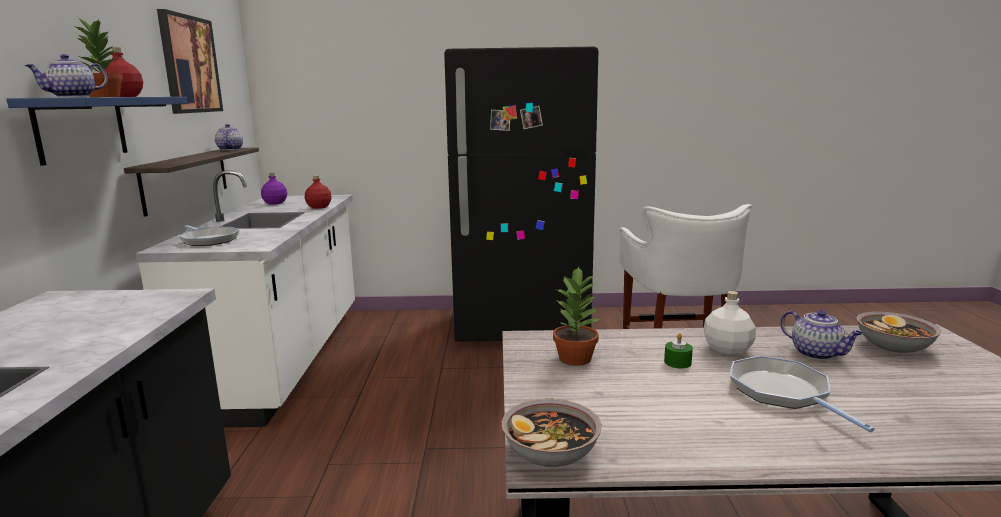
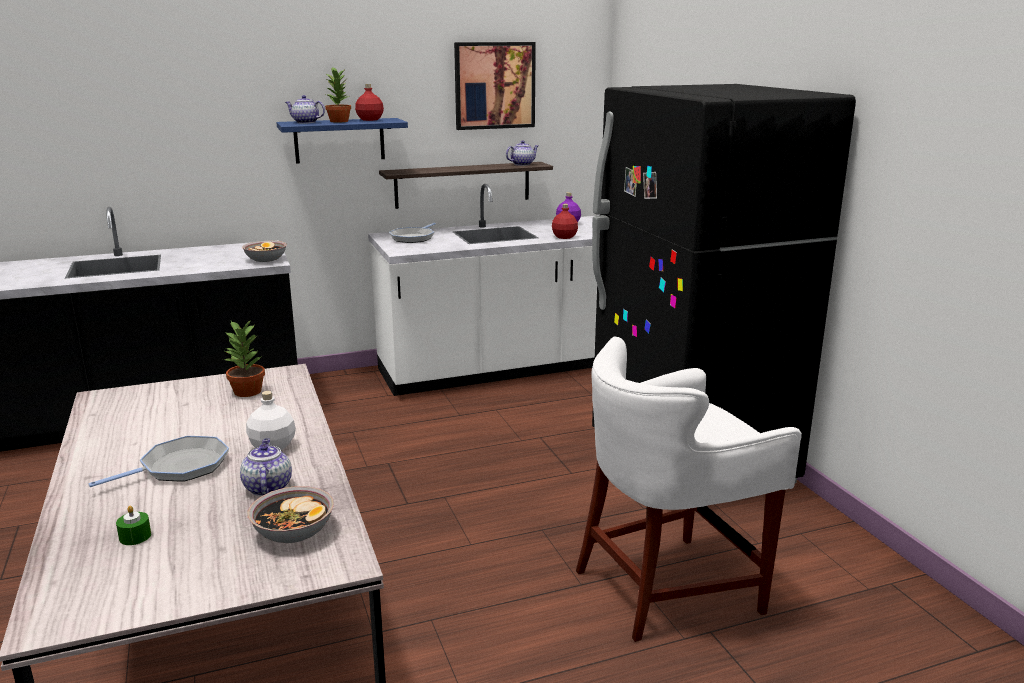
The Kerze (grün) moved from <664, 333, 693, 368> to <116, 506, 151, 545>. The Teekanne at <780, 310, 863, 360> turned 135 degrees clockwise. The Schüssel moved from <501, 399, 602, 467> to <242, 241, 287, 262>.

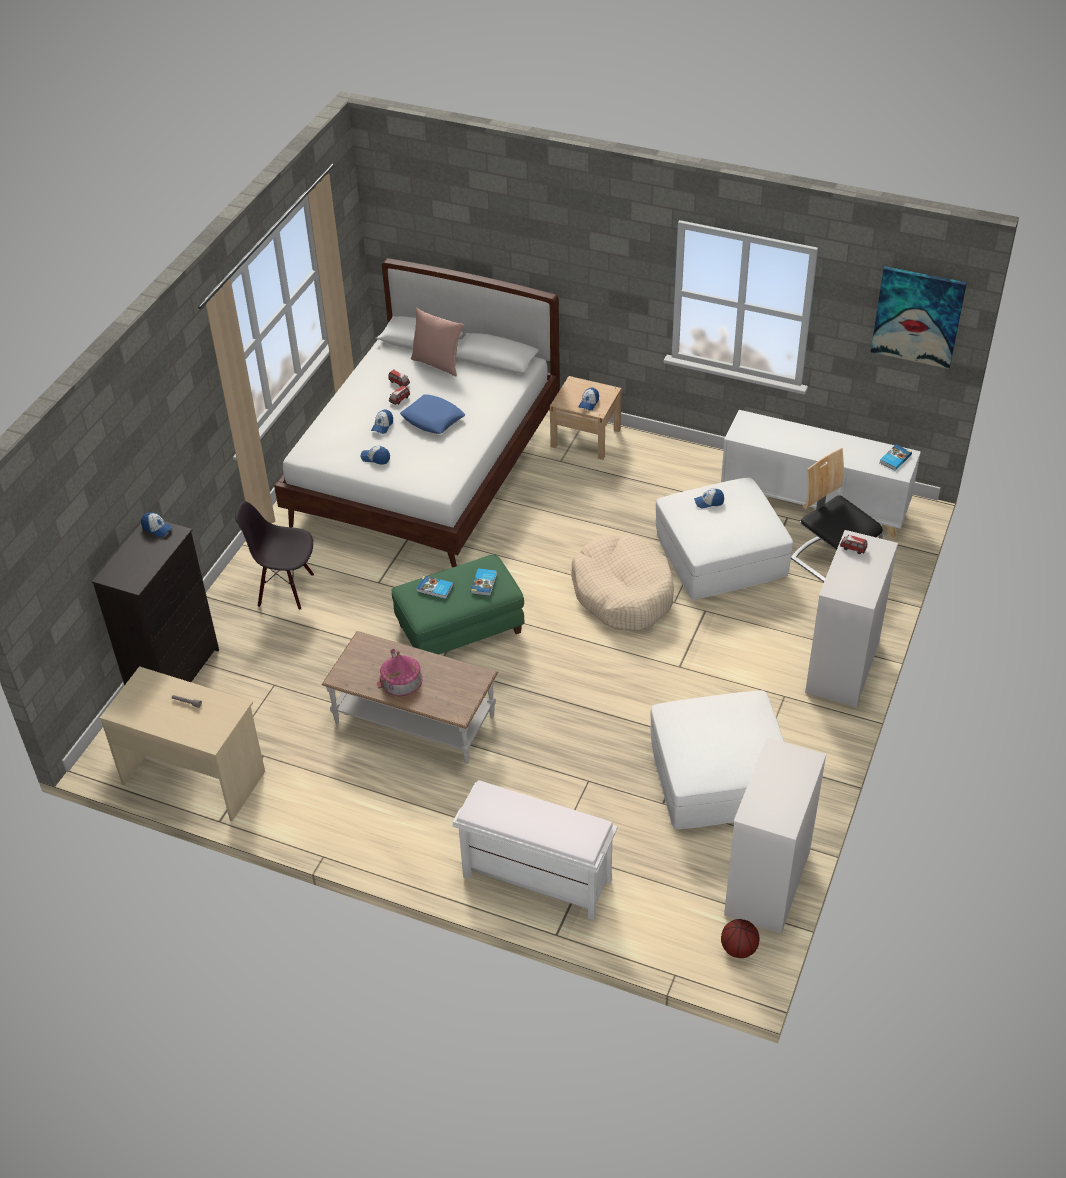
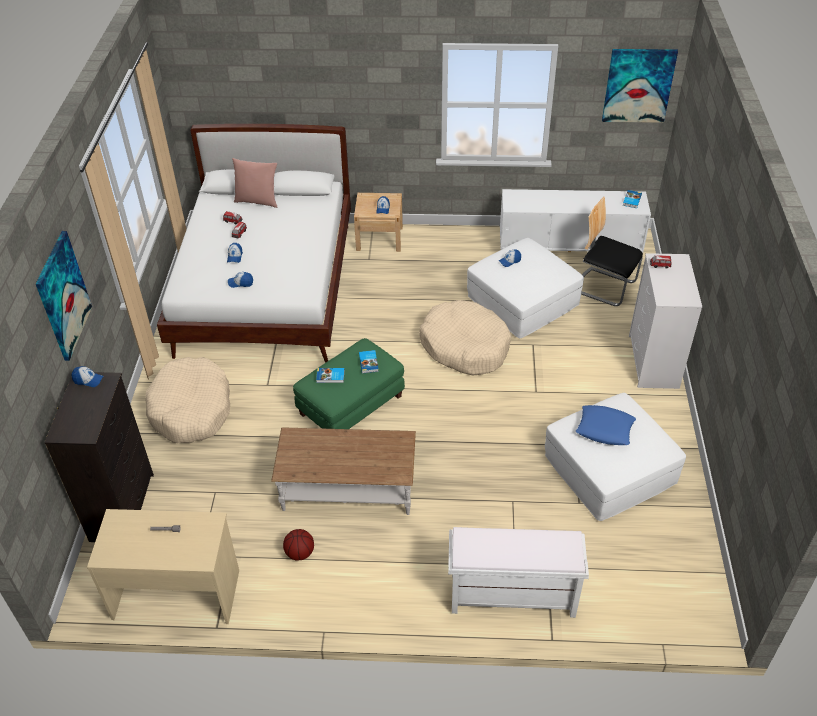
The Bild at <36, 231, 92, 361> appeared. The Stuhl (schwarz) at <235, 501, 314, 610> was replaced by the Hundebett (beige) at <145, 357, 230, 443>. The Basketball moved from <721, 919, 760, 958> to <283, 529, 314, 561>. The Kissen (blau) moved from <400, 394, 466, 434> to <576, 405, 636, 445>. The Spielzeughaus at <377, 649, 423, 696> disappeared. The Kommode (weiß) at <724, 737, 826, 934> disappeared.

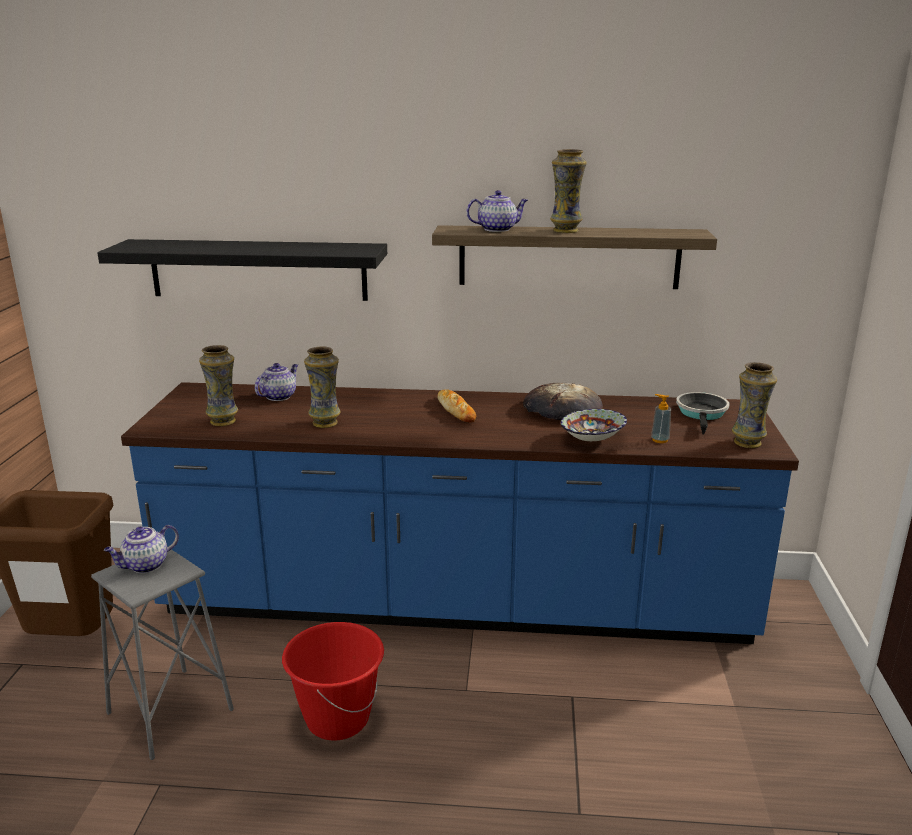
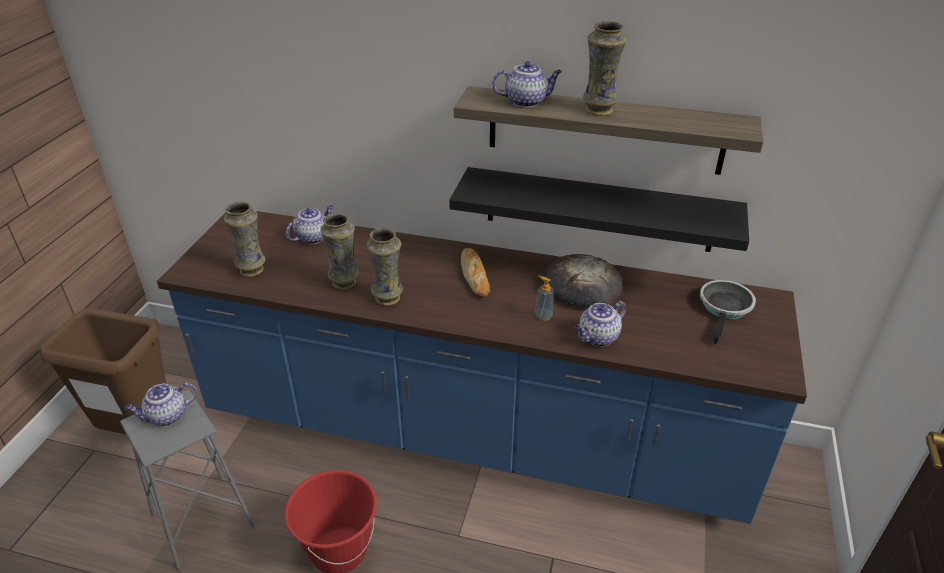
The Vase moved from <732, 362, 777, 448> to <366, 228, 403, 306>. The Wandregal (schwarz) moved from <97, 239, 387, 301> to <449, 167, 749, 252>. The Seifenspender moved from <651, 394, 671, 443> to <535, 276, 554, 321>. The Schüssel at <561, 409, 627, 441> was replaced by the Teekanne at <575, 301, 626, 346>.

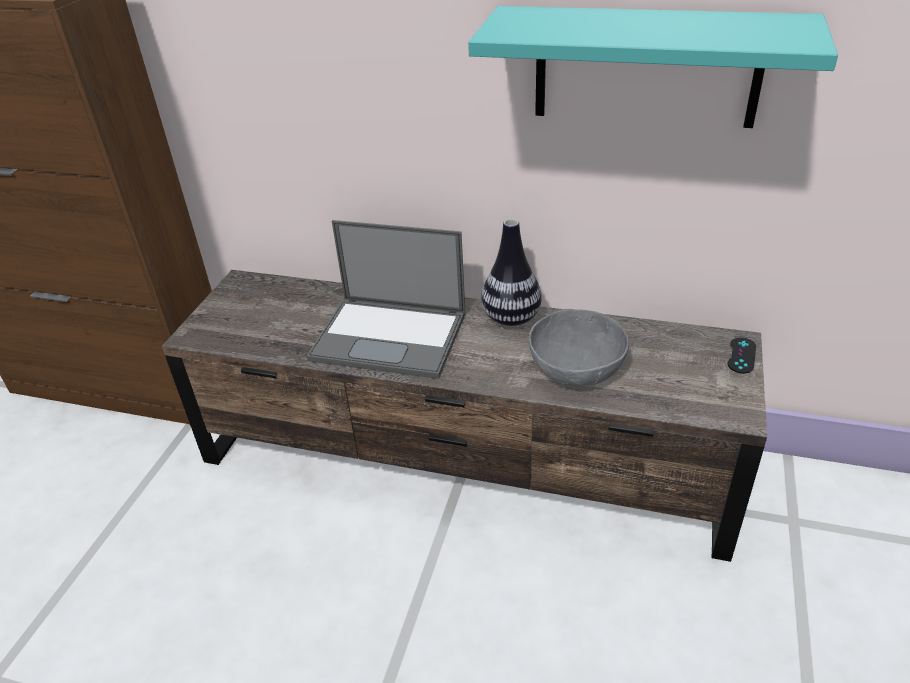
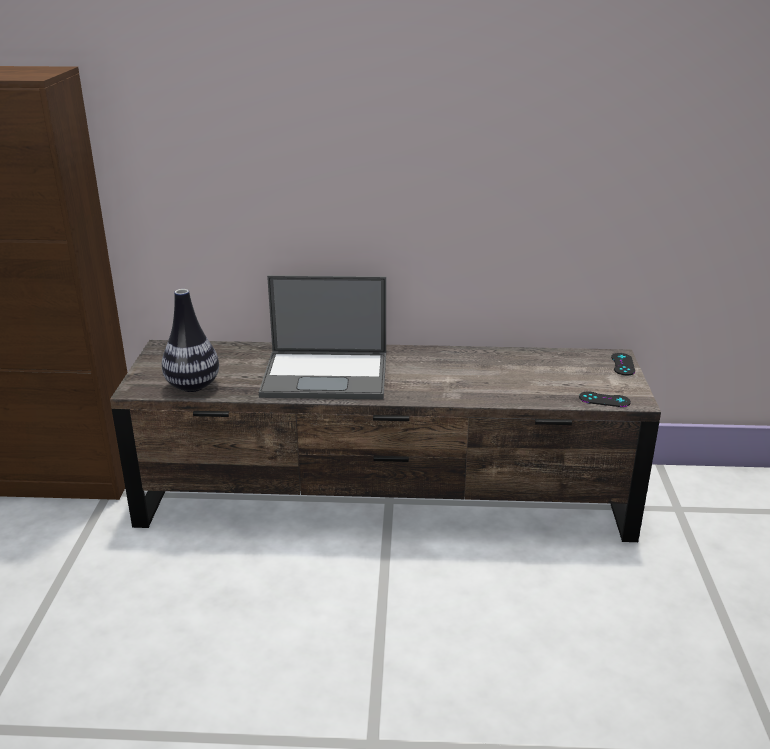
The Vase moved from <481, 219, 542, 326> to <162, 289, 219, 392>. The Gamepad (schwarz) at <579, 391, 631, 407> appeared. The Wandregal (türkis) at <468, 6, 838, 128> disappeared. The Schüssel (grau) at <529, 309, 629, 386> disappeared.

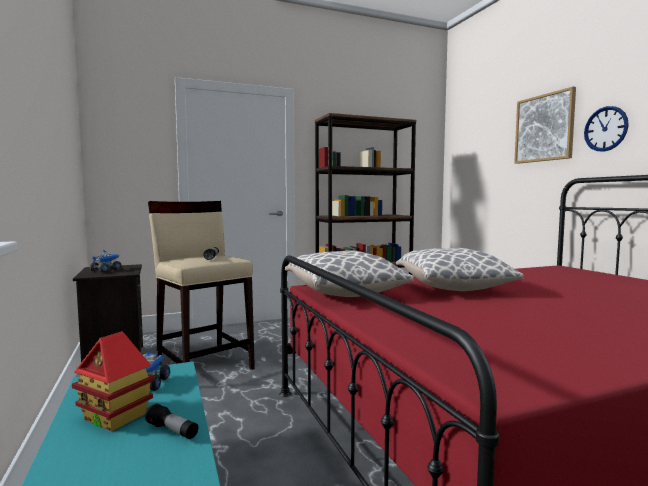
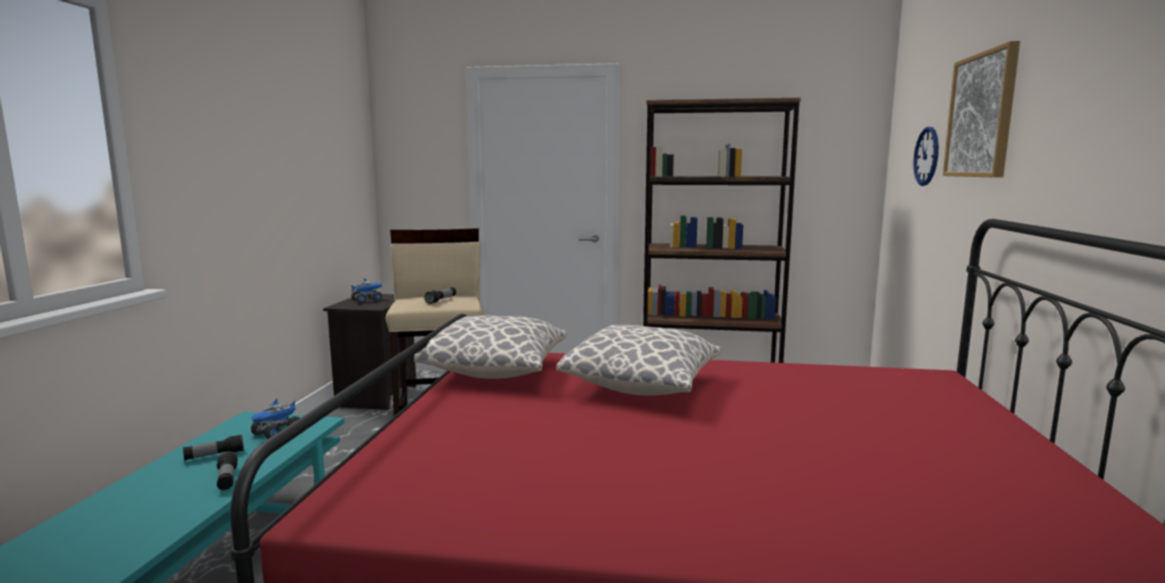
The Spielzeughaus at <72, 331, 155, 431> was replaced by the Taschenlampe at <183, 434, 244, 460>. The Wanduhr moved from <584, 106, 629, 152> to <913, 127, 939, 186>.

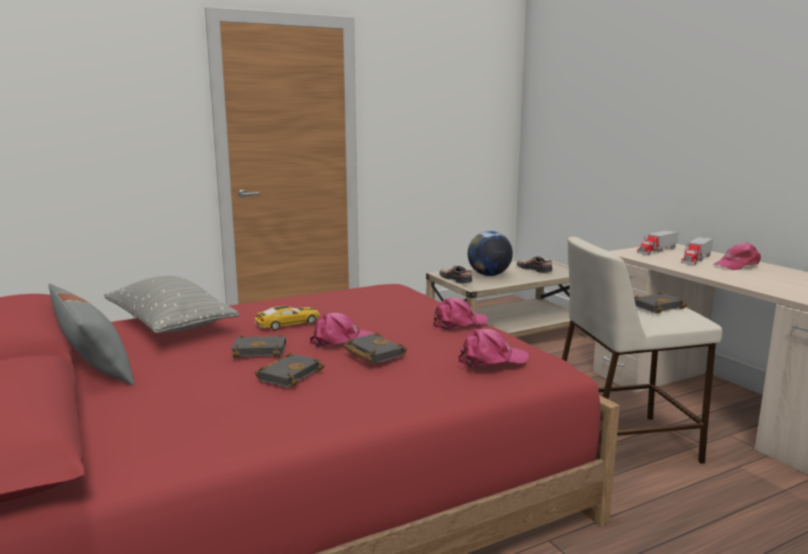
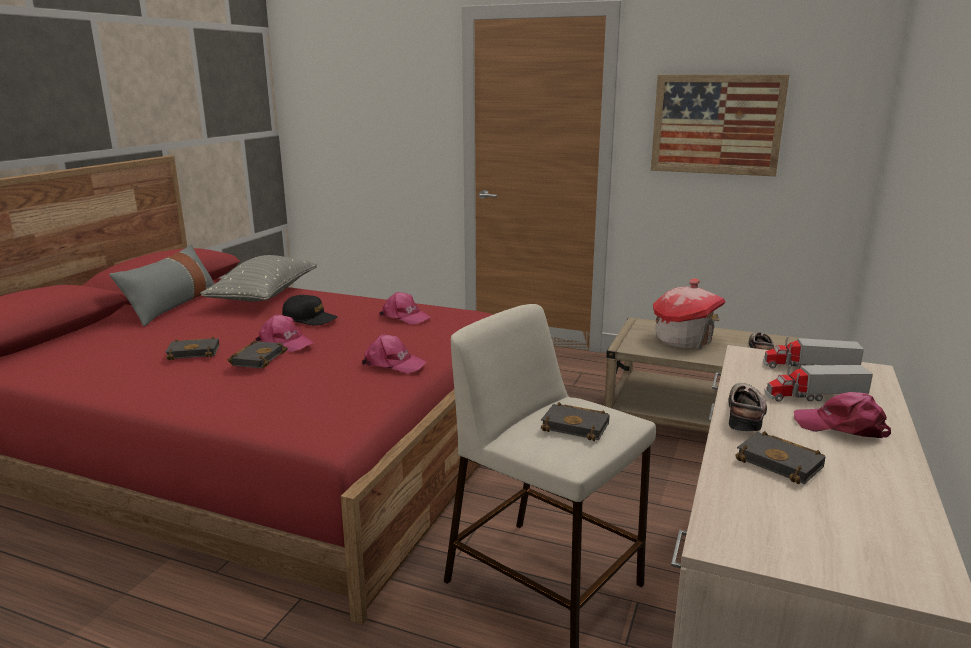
The Spielzeugauto at <255, 306, 320, 330> was replaced by the Kappe (schwarz) at <282, 295, 338, 325>. The Kappe (rosa) moved from <459, 329, 529, 368> to <379, 292, 431, 325>. The Bild at <651, 74, 789, 176> appeared. The Globus at <468, 231, 513, 276> was replaced by the Spielzeughaus at <653, 278, 725, 349>. The Schuh moved from <439, 266, 472, 284> to <729, 383, 767, 431>. The Buch (schwarz) moved from <231, 334, 286, 358> to <735, 431, 826, 484>.

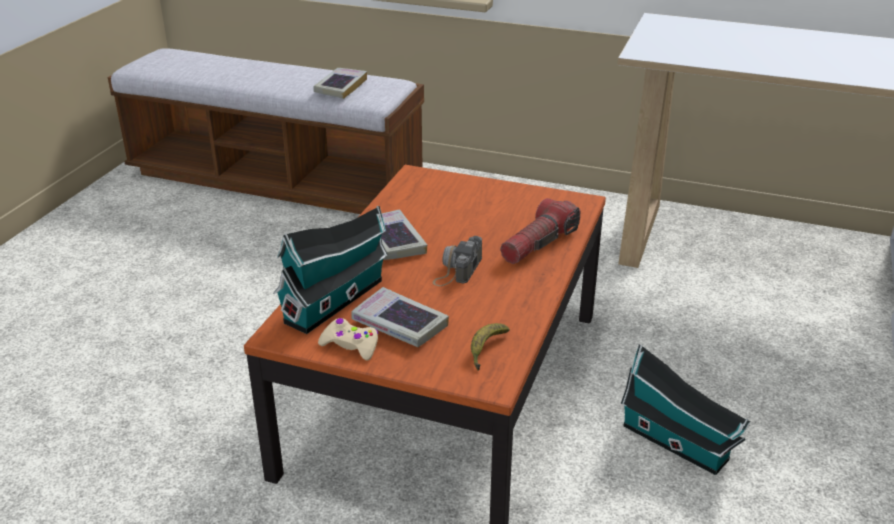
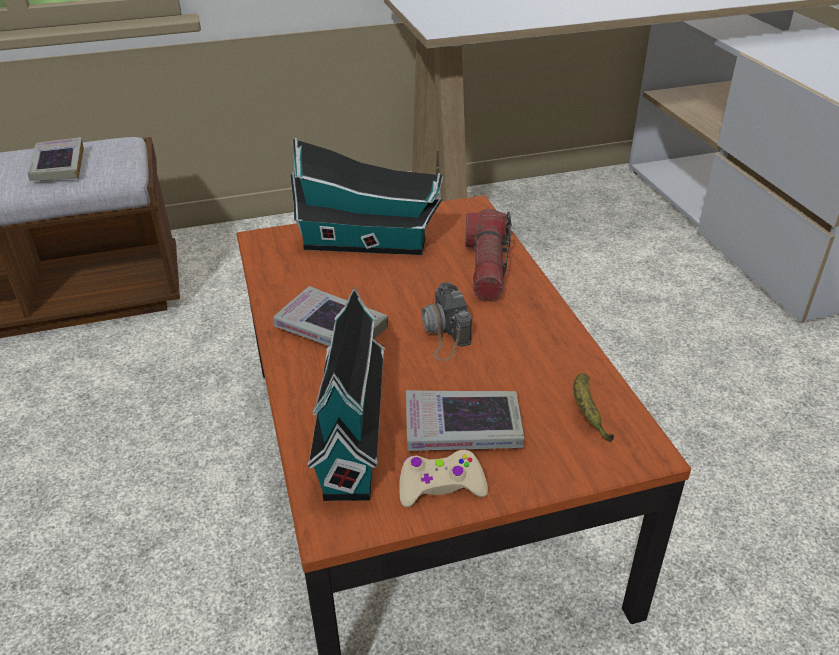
The Spielzeughaus moved from <620, 344, 750, 475> to <290, 138, 443, 255>.

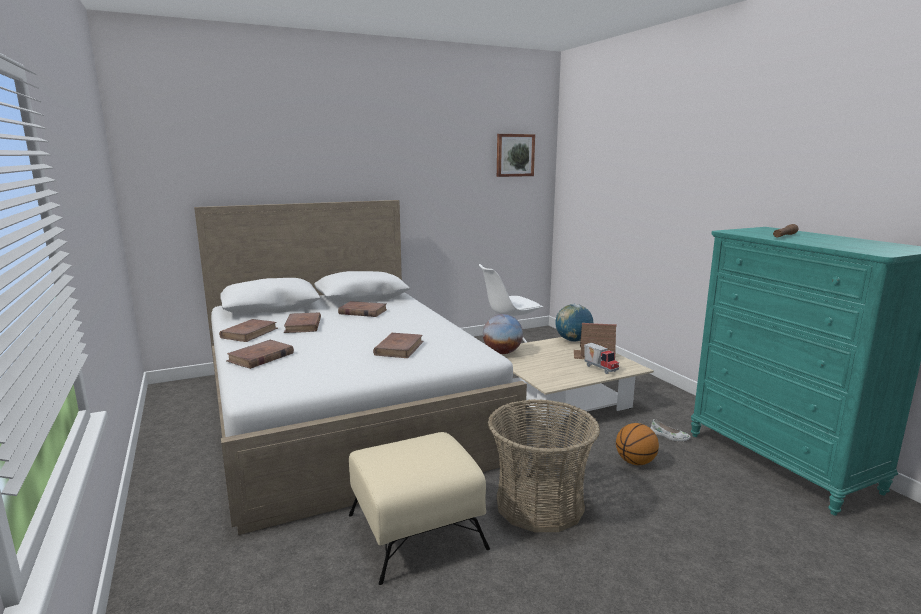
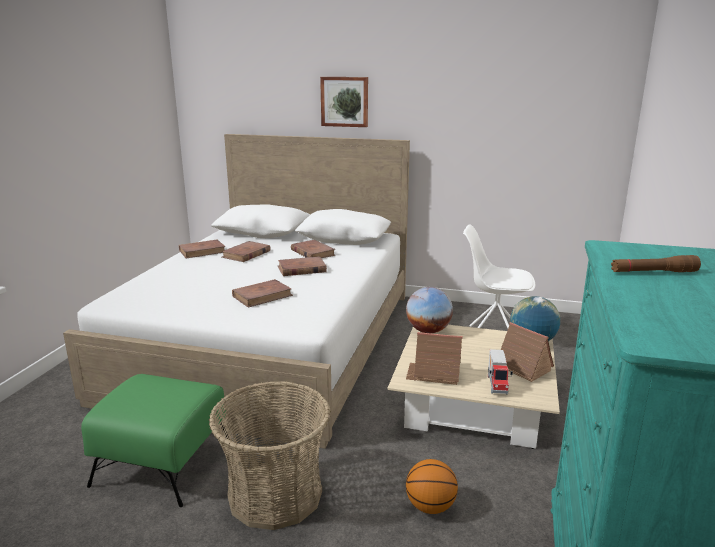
The Polsterhocker (beige) at <349, 432, 490, 585> became the Polsterhocker (grün) at <81, 374, 228, 507>. The Buch (braun) moved from <226, 340, 294, 369> to <278, 256, 327, 276>. The Bild moved from <497, 134, 535, 177> to <320, 77, 368, 127>. The Spielzeughaus at <406, 332, 463, 385> appeared. The Schuh (weiß) at <651, 419, 691, 441> disappeared.

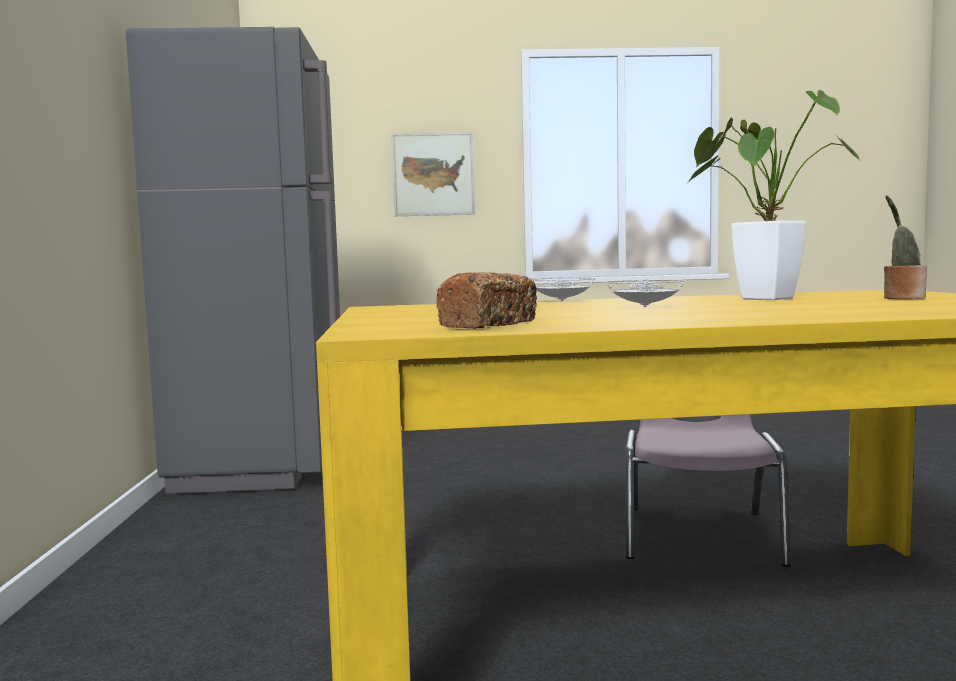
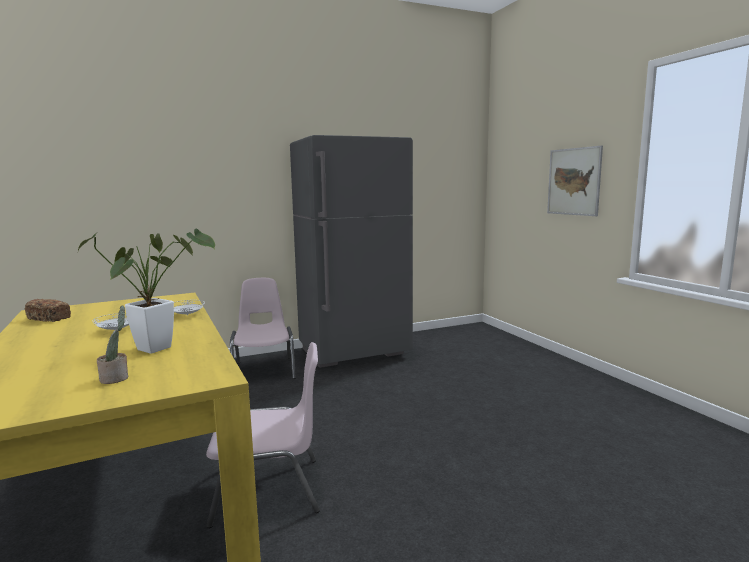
The Stuhl (rosa) at <230, 278, 296, 379> appeared.

